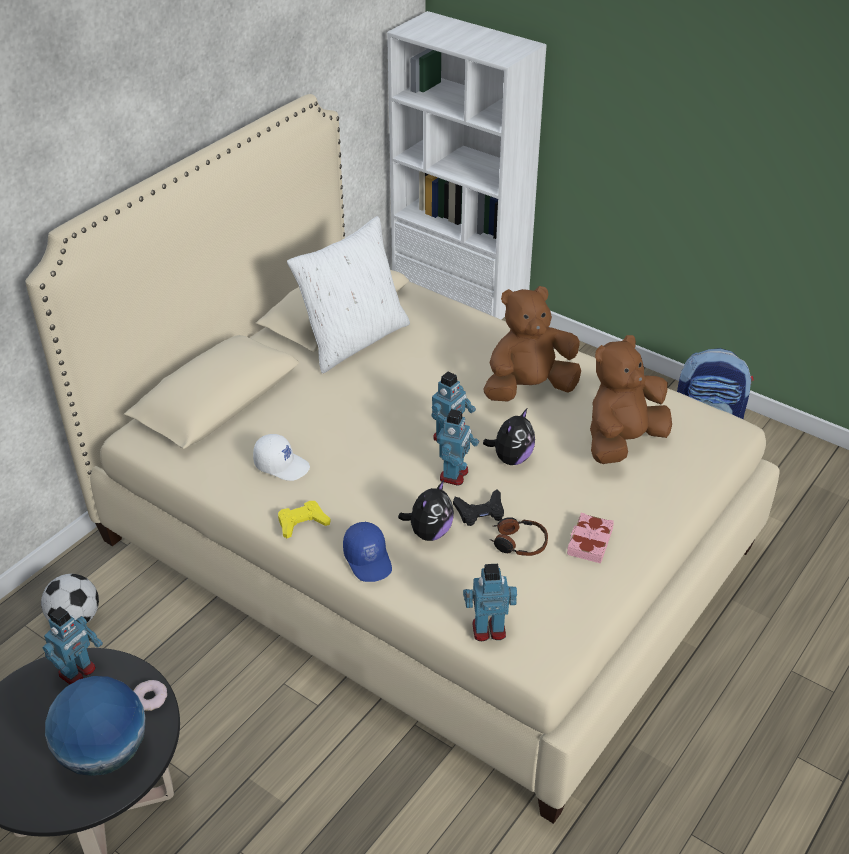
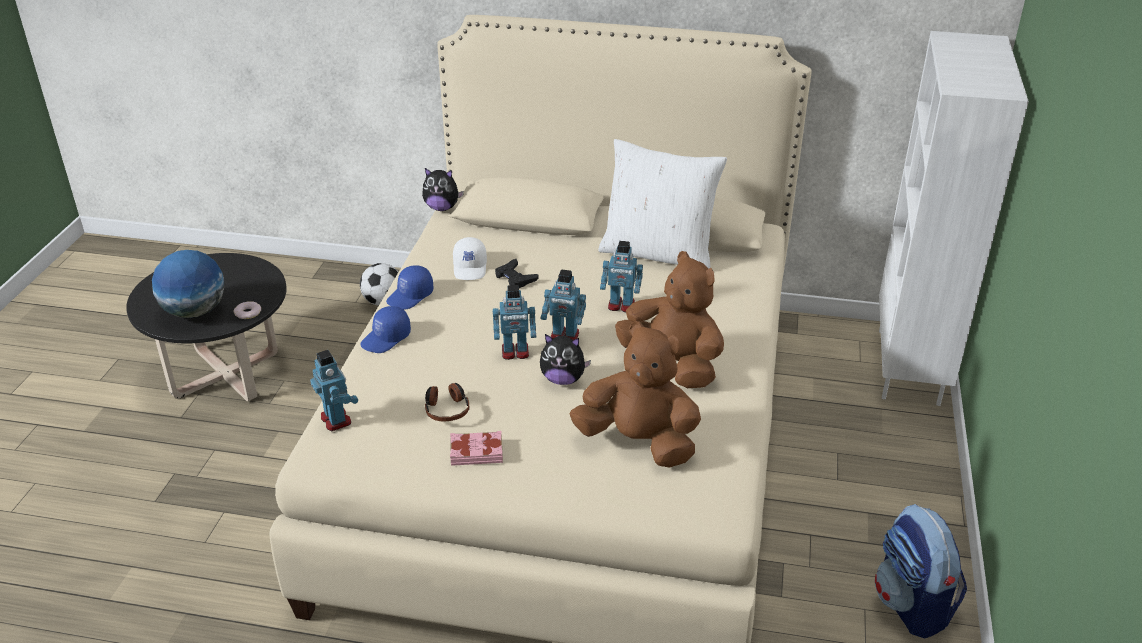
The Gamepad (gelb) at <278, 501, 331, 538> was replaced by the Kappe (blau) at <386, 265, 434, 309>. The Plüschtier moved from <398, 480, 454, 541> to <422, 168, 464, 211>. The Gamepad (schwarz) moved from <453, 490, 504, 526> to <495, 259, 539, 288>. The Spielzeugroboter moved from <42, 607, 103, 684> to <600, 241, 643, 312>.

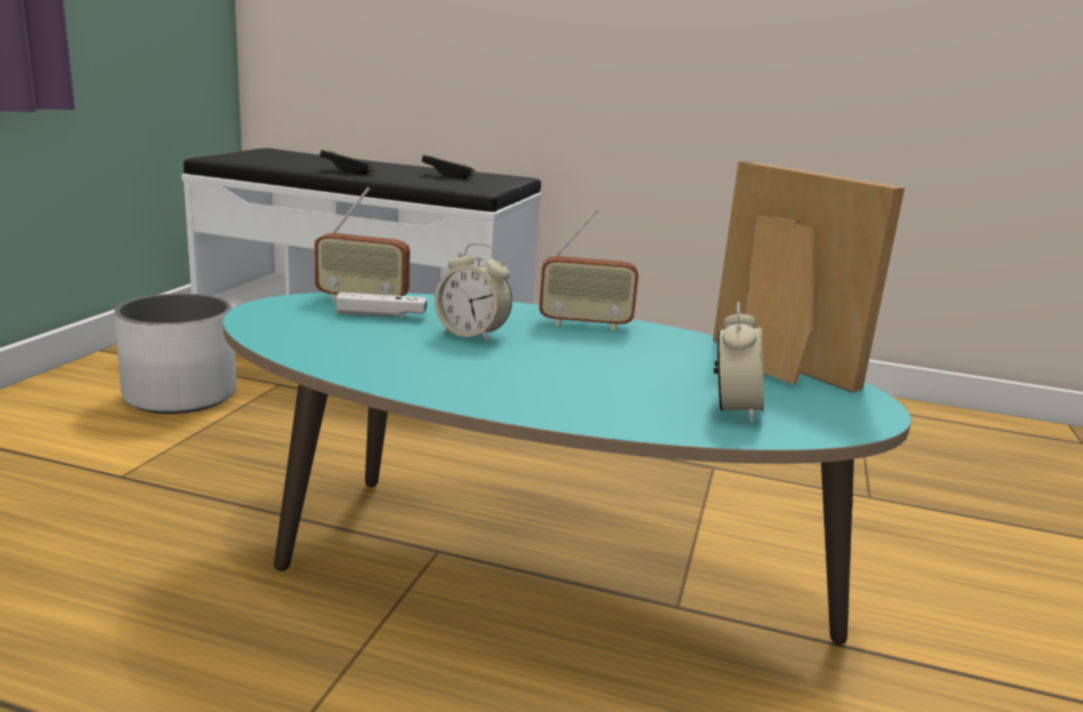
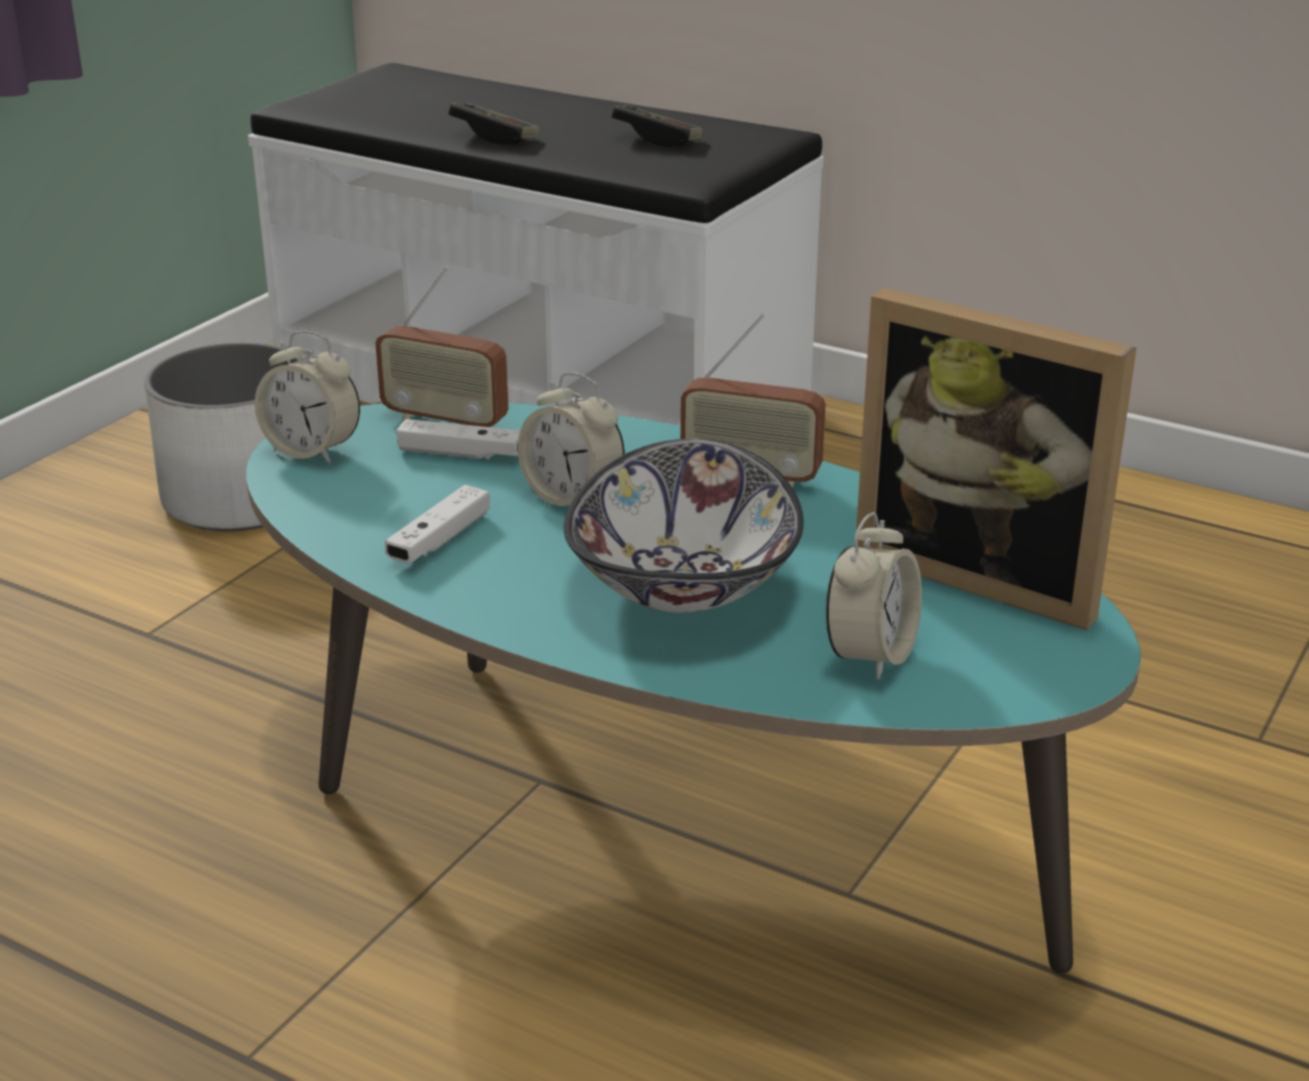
The Wecker at <255, 331, 360, 464> appeared. The Gamepad (weiß) at <385, 485, 490, 563> appeared. The Schüssel at <564, 439, 804, 613> appeared. The Bilderrahmen at <713, 161, 905, 393> turned 150 degrees clockwise.

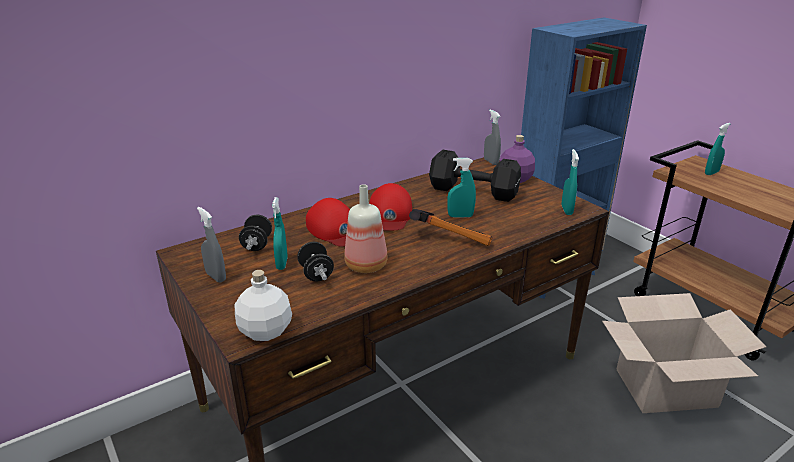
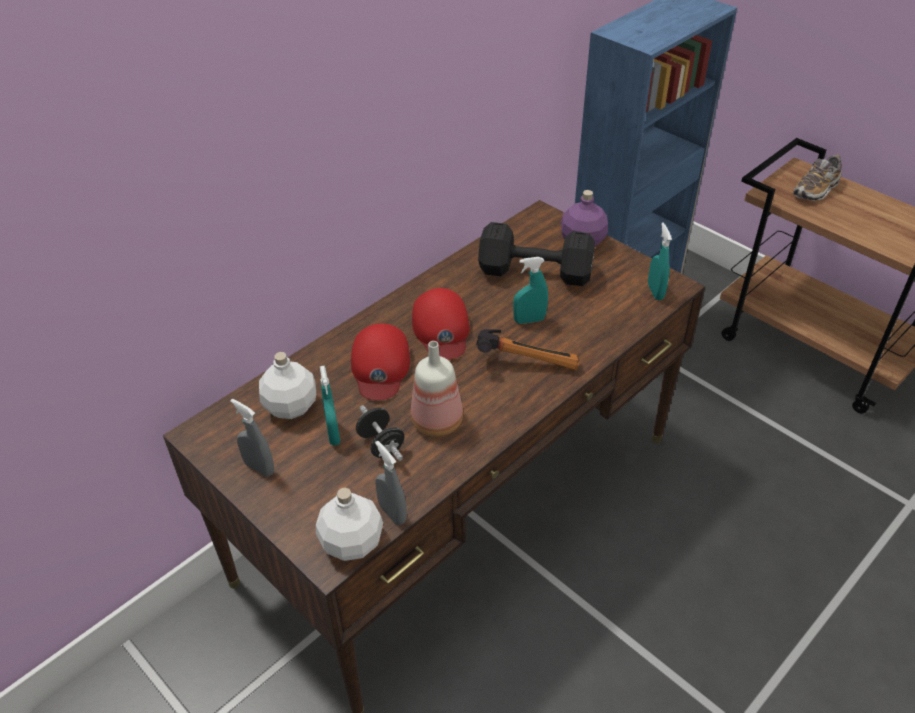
The Hantel (schwarz) at <239, 215, 272, 251> was replaced by the Flasche (weiß) at <259, 352, 316, 419>. The Kappe (rot) at <306, 198, 350, 247> turned 45 degrees clockwise. The Sprühflasche (grau) moved from <484, 109, 501, 165> to <375, 441, 407, 525>. The Sprühflasche (türkis) at <705, 123, 731, 175> was replaced by the Schuh at <793, 155, 842, 201>. The Karton at <602, 293, 766, 413> disappeared.

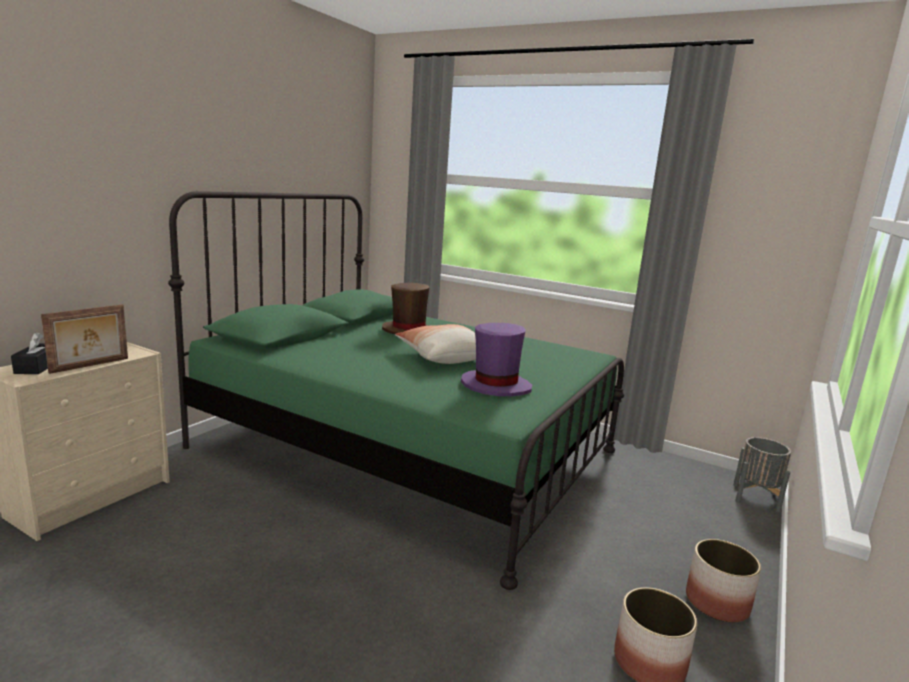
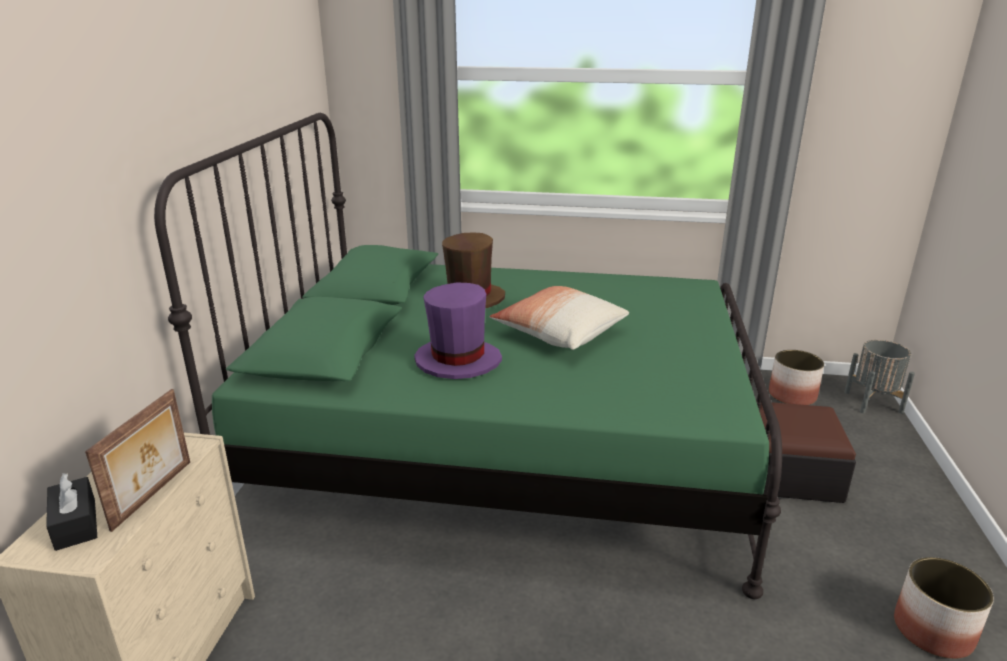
The Hut (lila) moved from <461, 323, 532, 396> to <414, 282, 502, 379>. The Polsterhocker at <756, 401, 856, 503> appeared. The Pflanzkübel moved from <686, 539, 761, 623> to <769, 350, 824, 405>.

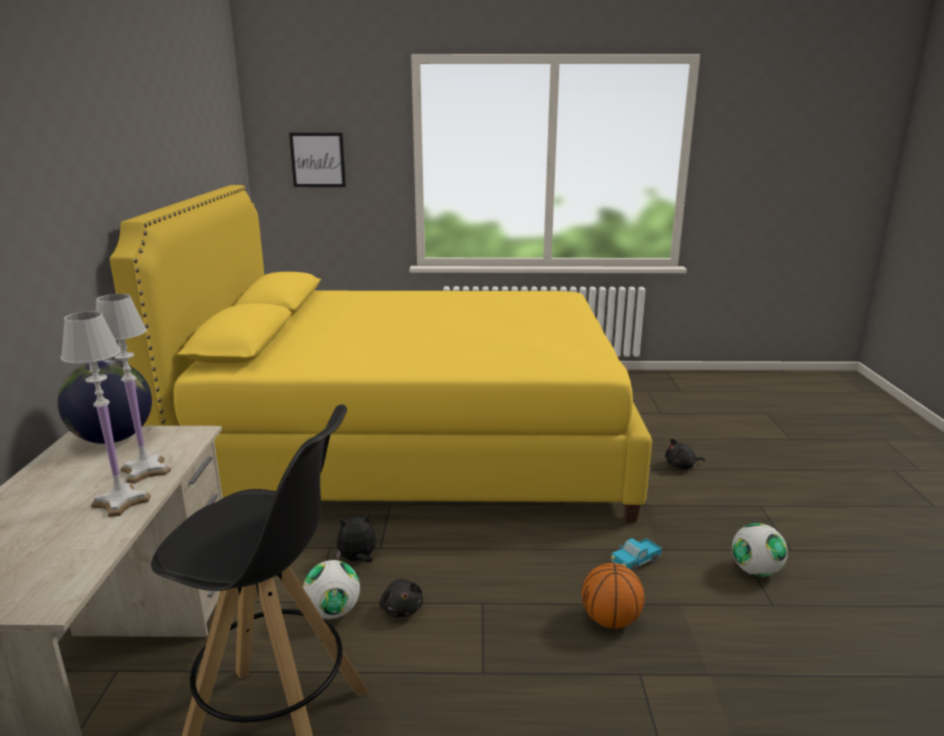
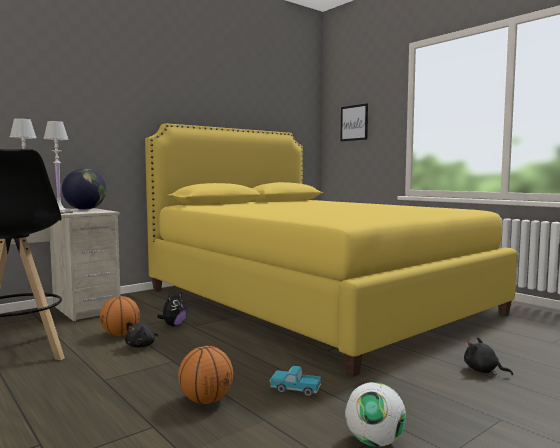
The Fußball at <303, 560, 360, 619> was replaced by the Basketball at <100, 296, 140, 336>. The Plüschtier at <336, 512, 376, 562> turned 90 degrees clockwise.

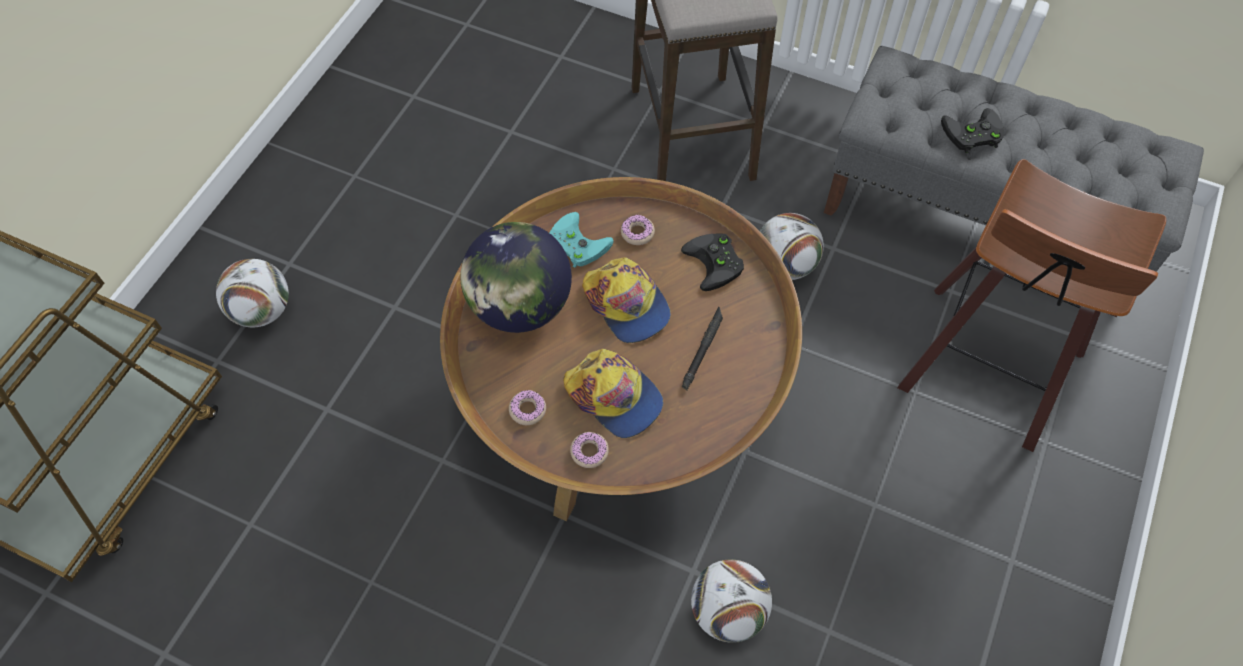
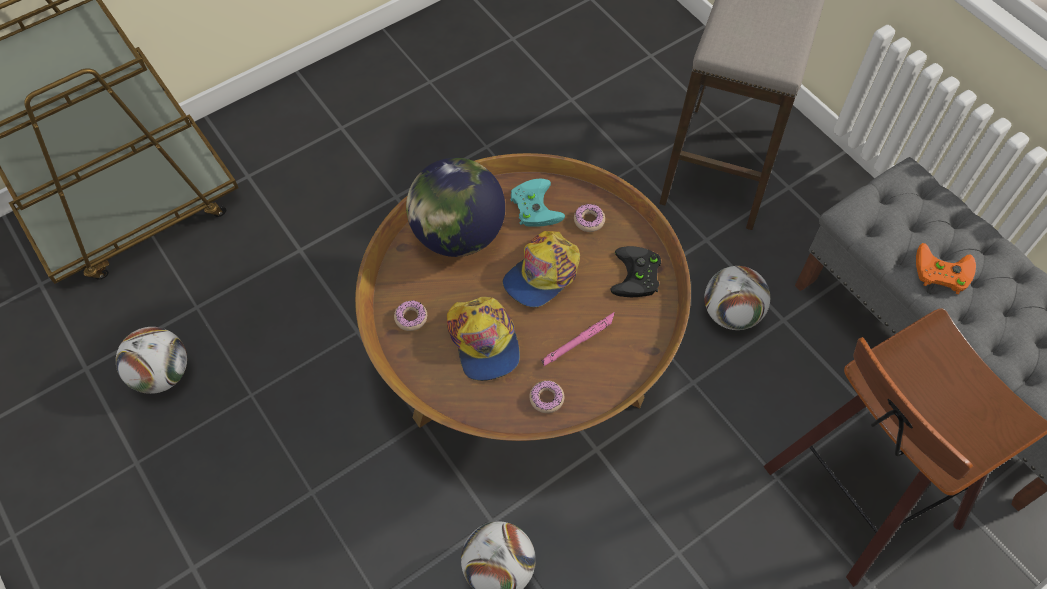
The Fußball moved from <216, 259, 289, 327> to <116, 327, 187, 394>. The Kappe at <582, 257, 671, 343> turned 45 degrees clockwise. The Donut moved from <570, 432, 609, 468> to <529, 380, 564, 413>. The Taschenlampe (schwarz) at <682, 307, 723, 391> became the Taschenlampe (rosa) at <542, 312, 614, 366>. The Gamepad (schwarz) at <941, 108, 1004, 153> became the Gamepad (orange) at <916, 243, 976, 294>.

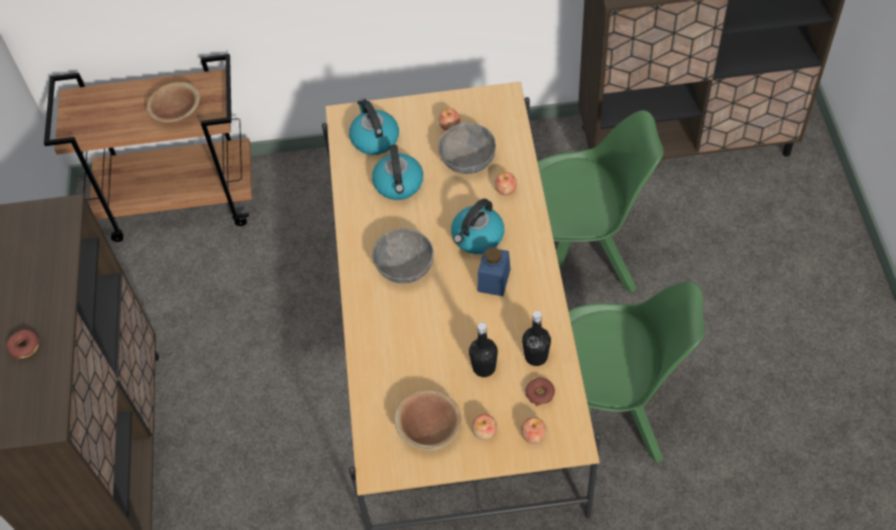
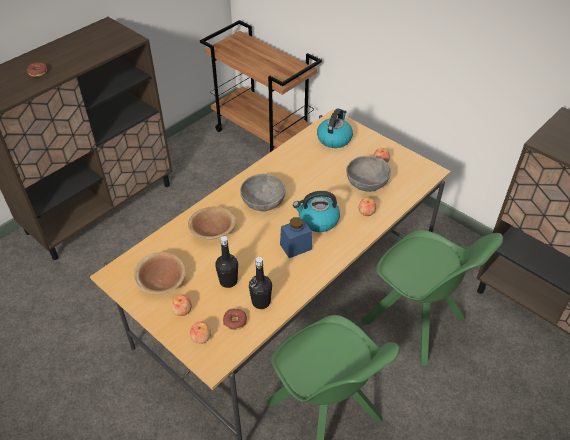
The Schüssel (braun) moved from <147, 82, 200, 123> to <188, 206, 236, 239>. The Wasserkessel at <372, 145, 423, 200> disappeared.

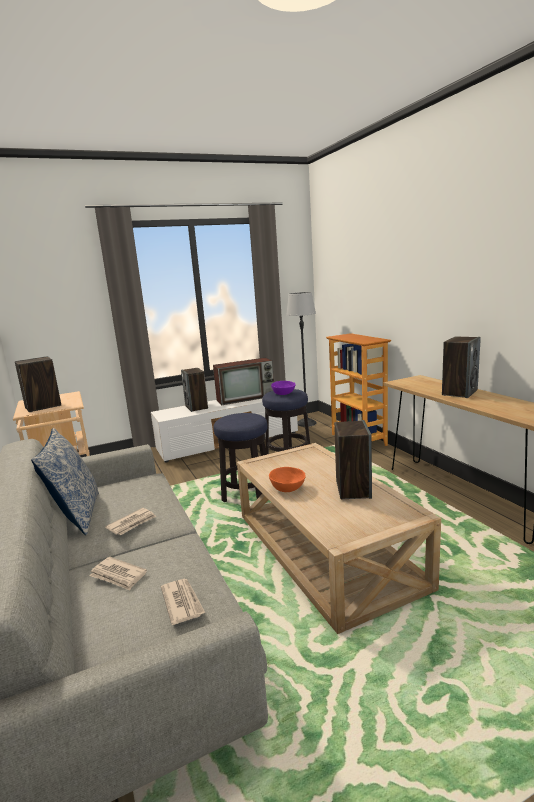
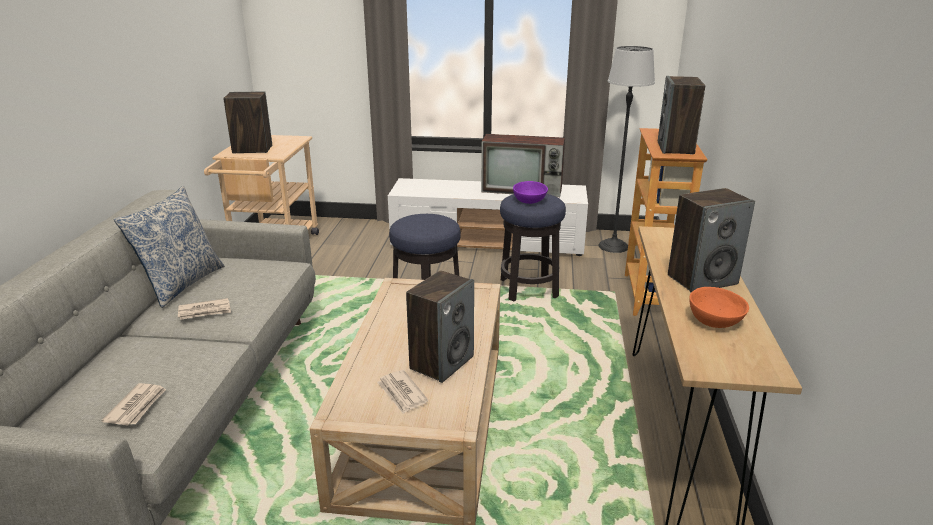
The Zeitung moved from <89, 557, 147, 590> to <377, 370, 428, 414>. The Lautsprecher moved from <181, 368, 208, 412> to <658, 76, 705, 154>. The Schüssel (orange) moved from <269, 467, 306, 492> to <689, 287, 749, 328>.

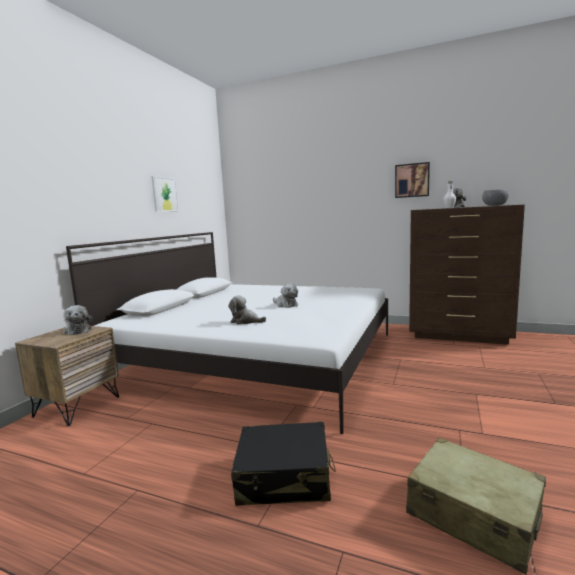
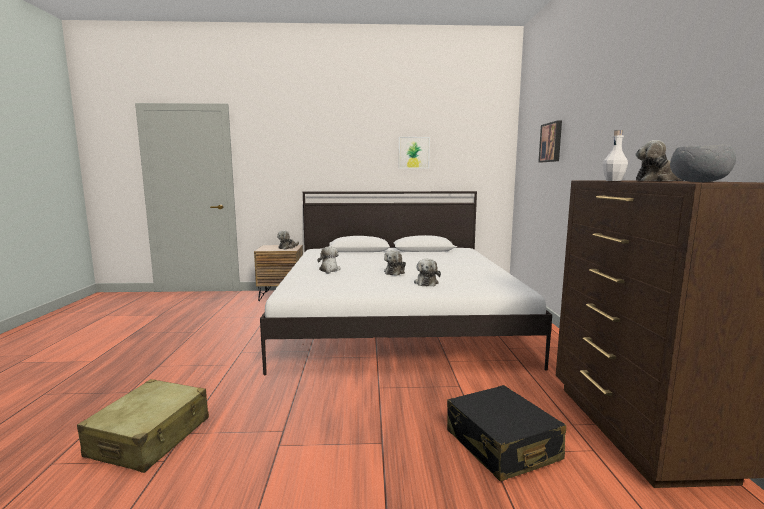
The Plüschtier at <414, 259, 441, 286> appeared. The Koffer (schwarz) moved from <231, 422, 336, 506> to <447, 385, 566, 481>. The Bild moved from <395, 162, 430, 198> to <538, 120, 562, 162>.

